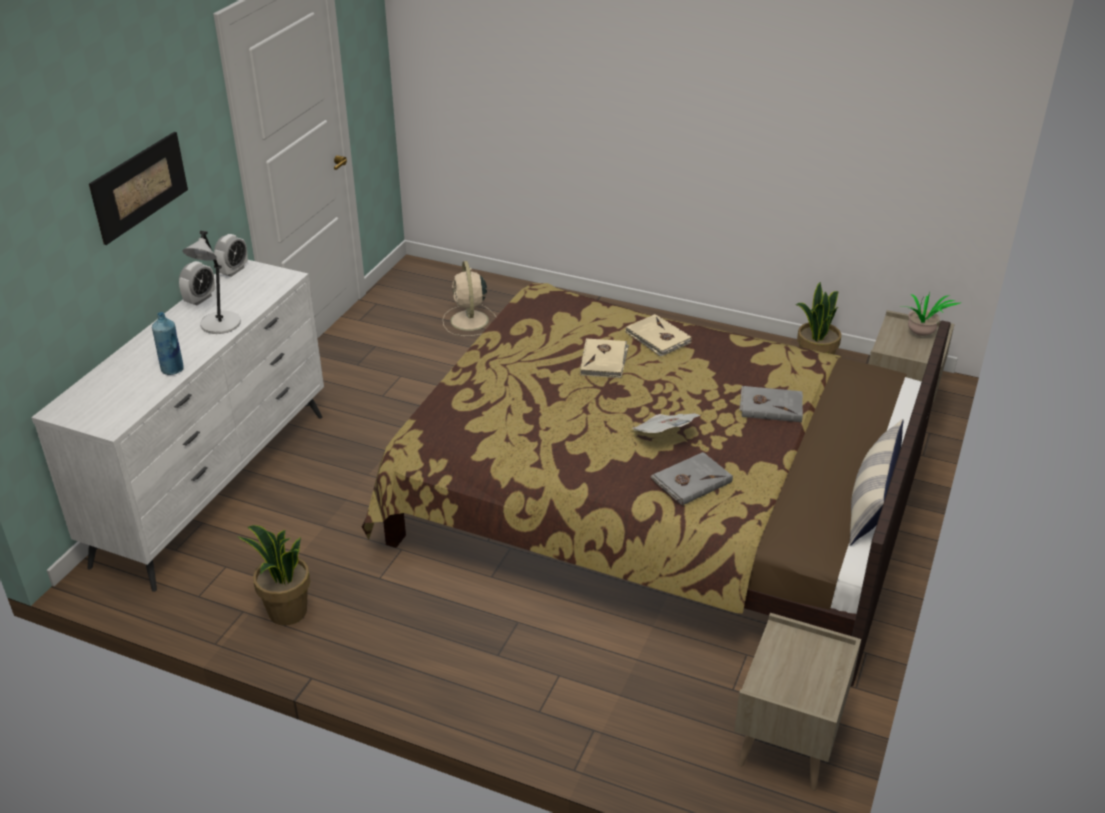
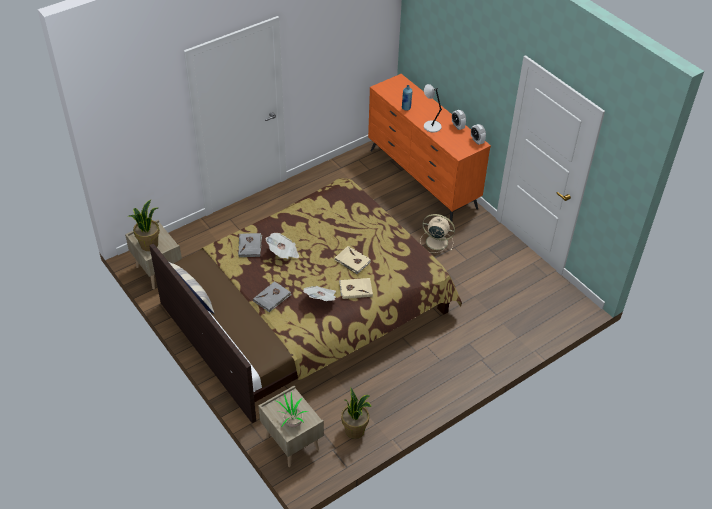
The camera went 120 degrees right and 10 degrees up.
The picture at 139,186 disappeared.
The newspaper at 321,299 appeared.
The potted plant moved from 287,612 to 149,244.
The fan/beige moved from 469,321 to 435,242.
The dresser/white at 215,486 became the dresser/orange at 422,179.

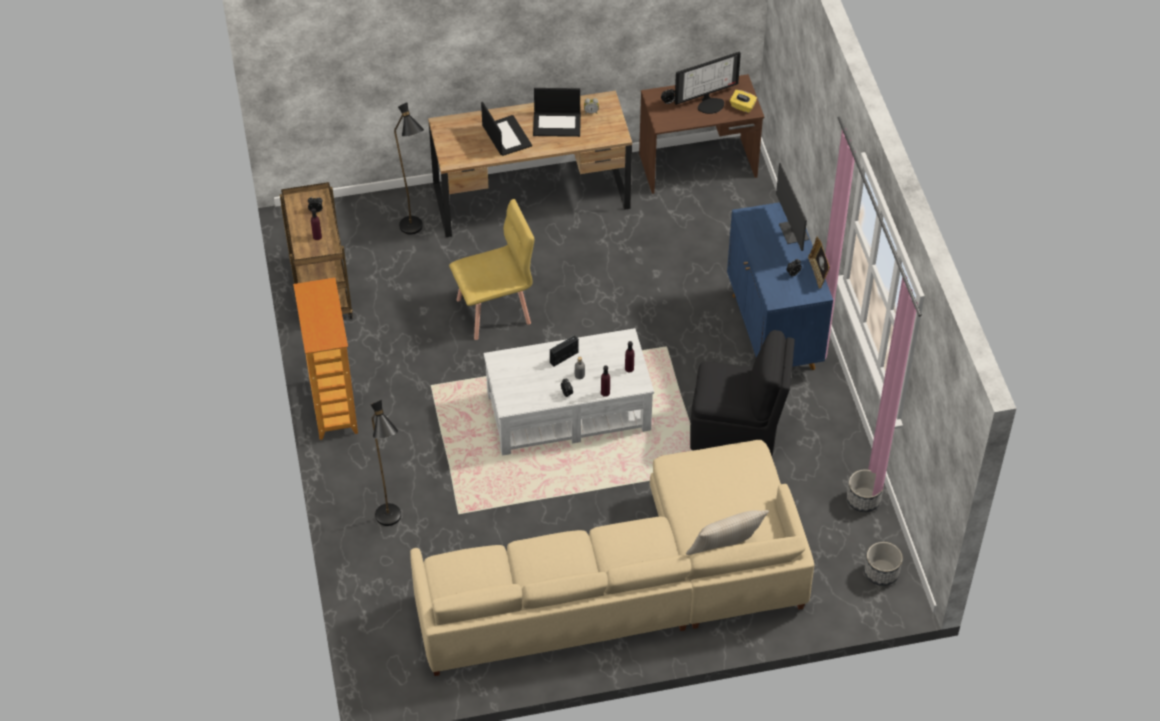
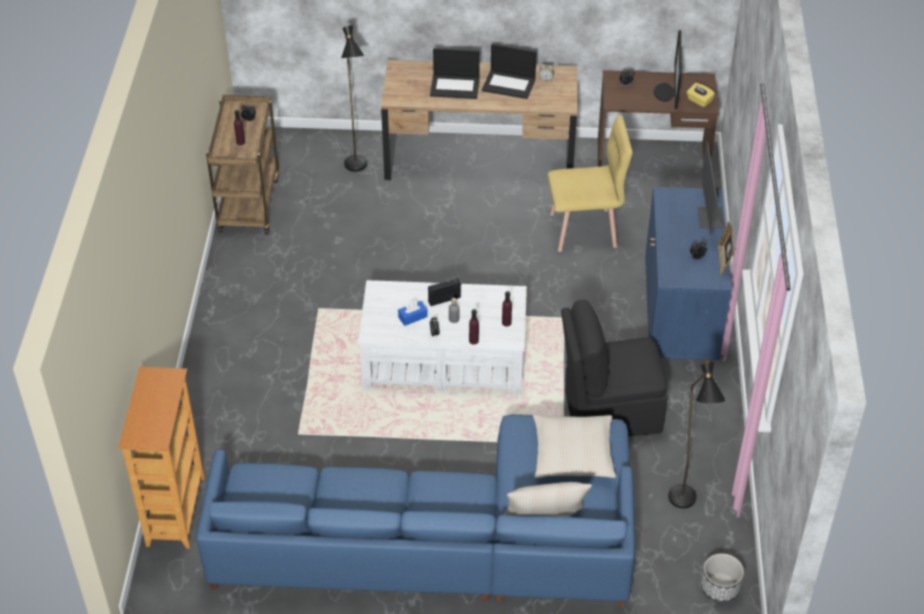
The camera went 15 degrees right and 5 degrees down.
The planter at 863,500 disappeared.
The tissue box/blue at 412,317 appeared.
The pillow/beige at 573,453 appeared.
The bookcase moved from 332,406 to 174,511.
The floor lamp/black moved from 391,523 to 685,505.
The chair/yellow moved from 494,311 to 584,230.
The sofa/beige at 629,584 became the sofa/blue at 446,541.
The laptop at 506,136 turned 105 degrees clockwise.
The monitor at 710,103 turned 105 degrees clockwise.
The chair/black at 736,430 turned 150 degrees clockwise.

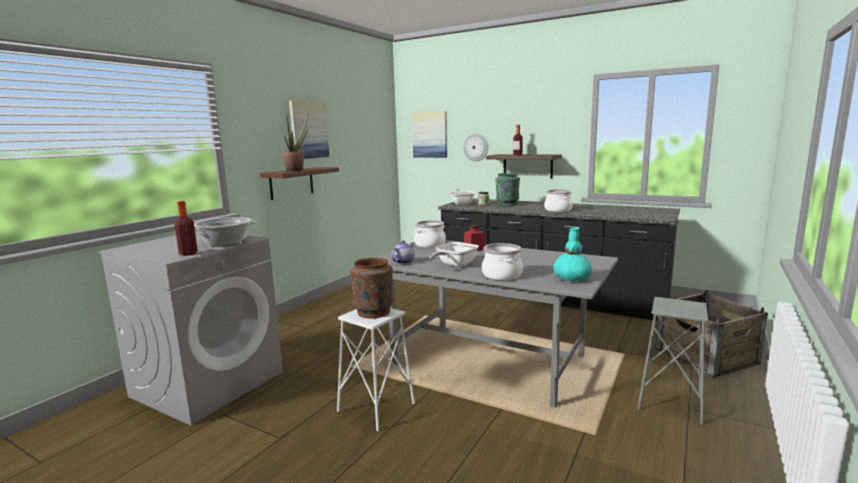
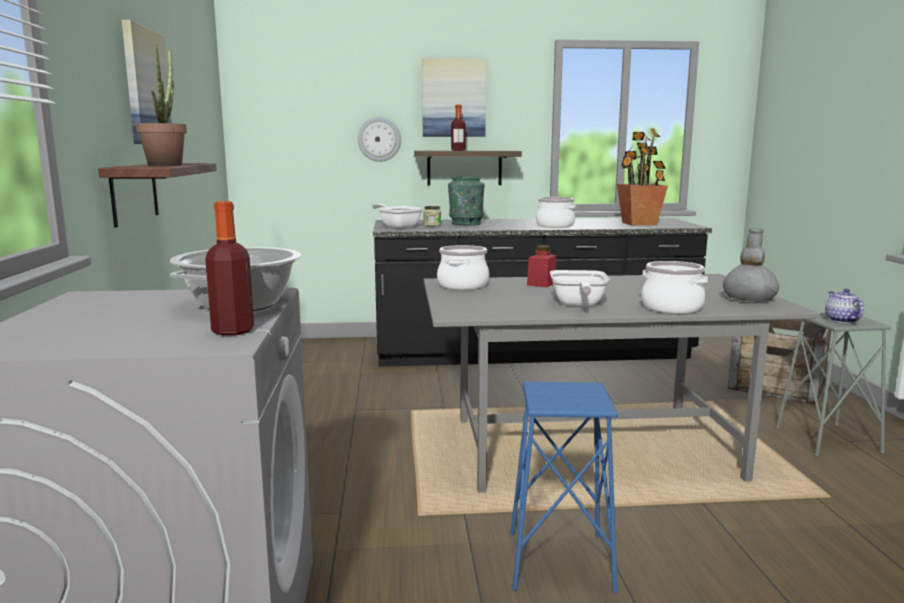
The camera went 35 degrees left and 0 degrees up.
The vase/brown at 373,311 disappeared.
The potted plant at 638,224 appeared.
The teapot moved from 403,262 to 841,320.
The picture moved from 430,135 to 453,98.
The stool/white at 376,408 became the stool/blue at 559,561.
The vase/turquoise at 571,278 became the vase/grey at 748,299.

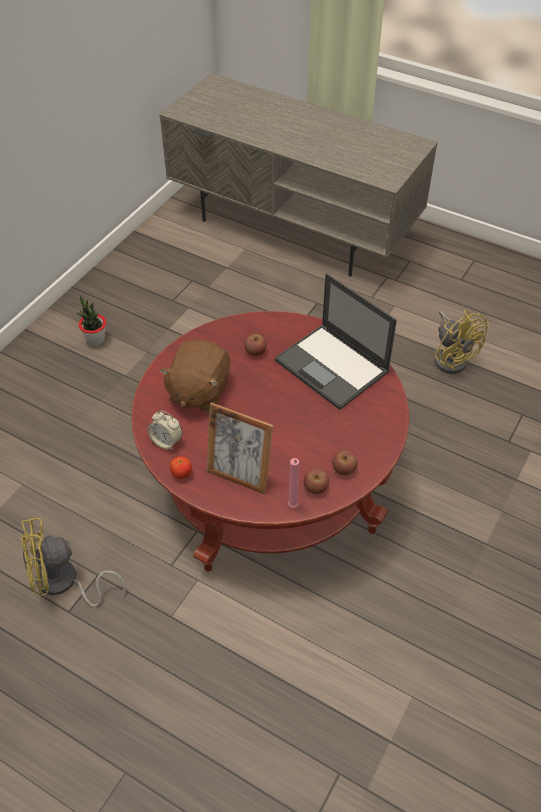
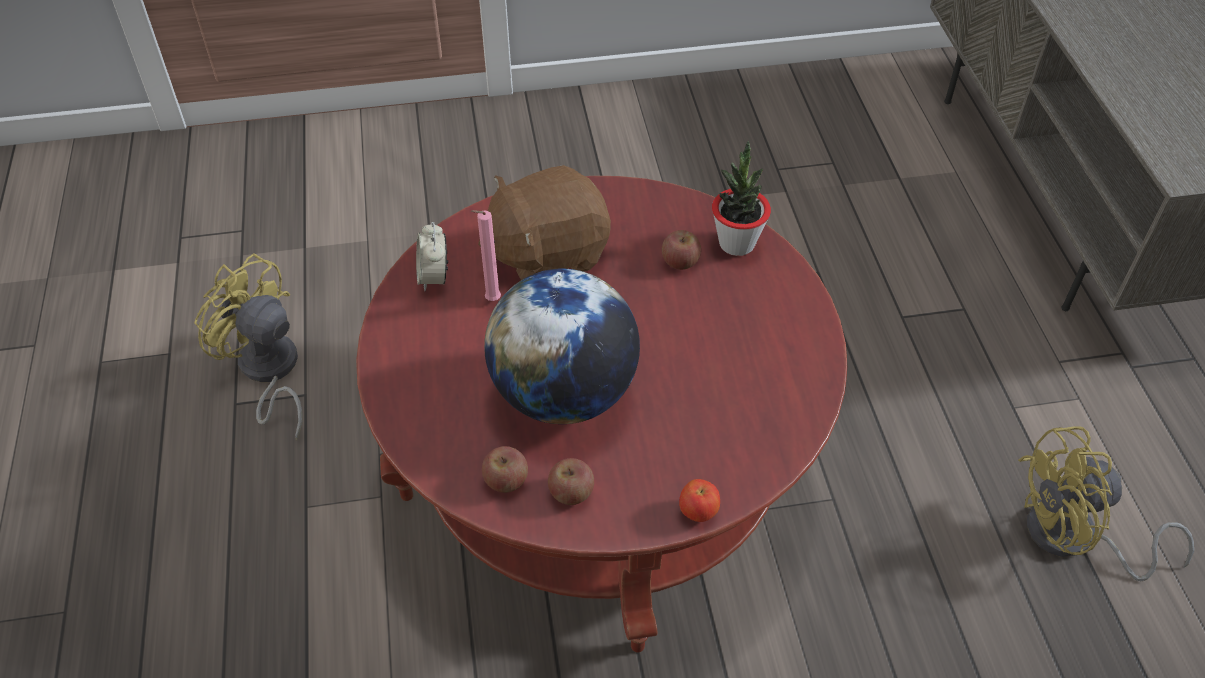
The camera went 50 degrees right and 0 degrees up.
The picture frame at 239,475 disappeared.
The laptop at 333,367 disappeared.
The globe at 564,394 appeared.
The potted plant moved from 95,339 to 736,243.
The apple moved from 181,474 to 698,512.
The candle/pink moved from 292,507 to 490,301.
The fan/yellow at 451,357 turned 60 degrees clockwise.

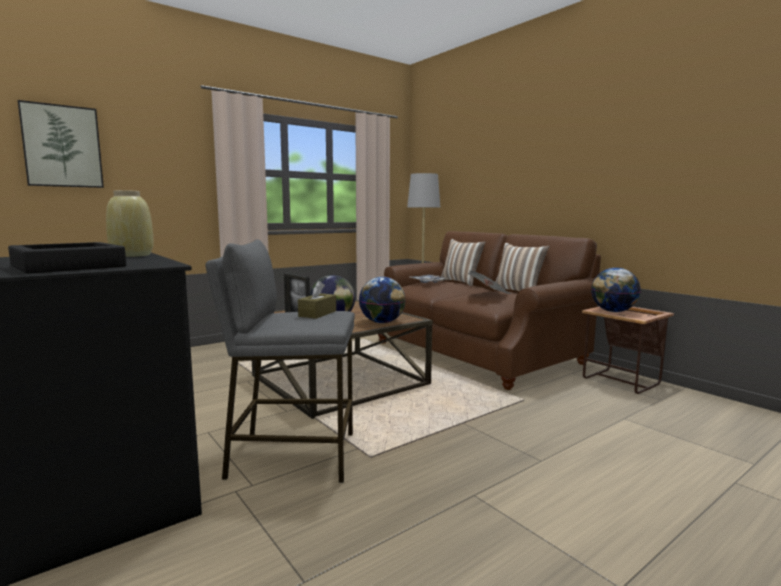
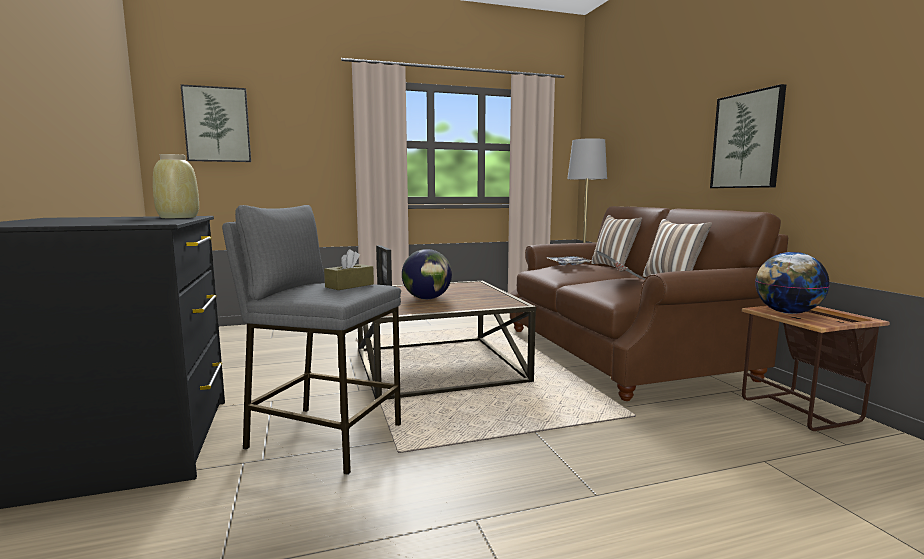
The camera went 20 degrees right and 0 degrees up.
The tray/black at 68,266 disappeared.
The globe at 382,322 disappeared.
The picture at 747,140 appeared.

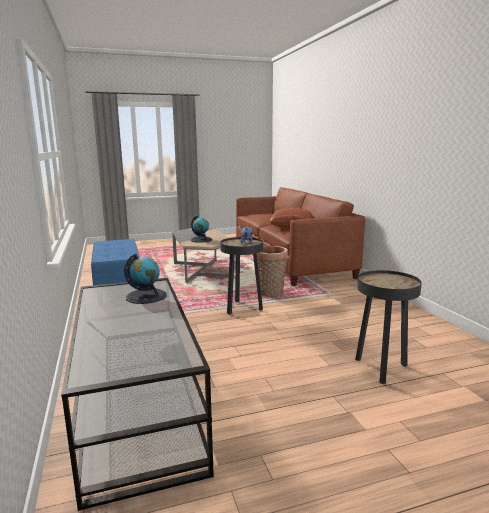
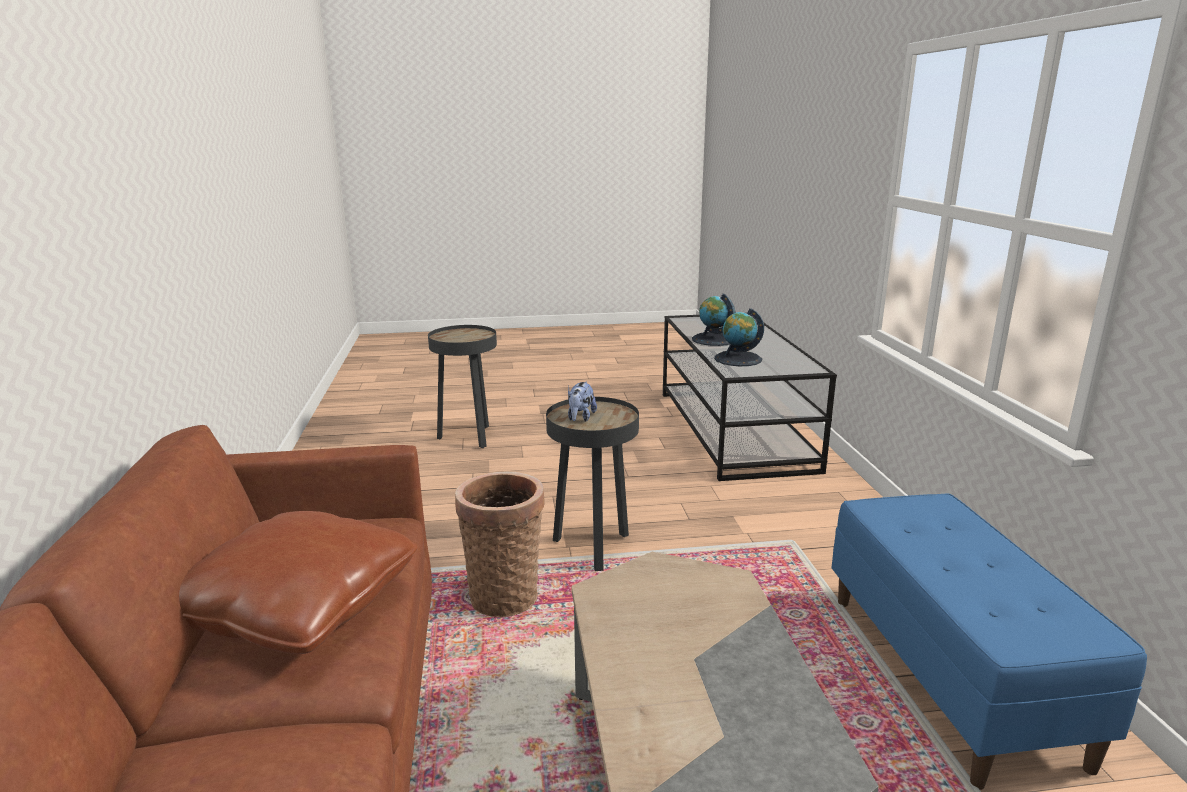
The camera went 170 degrees left and 5 degrees up.
The globe moved from 201,240 to 713,339.

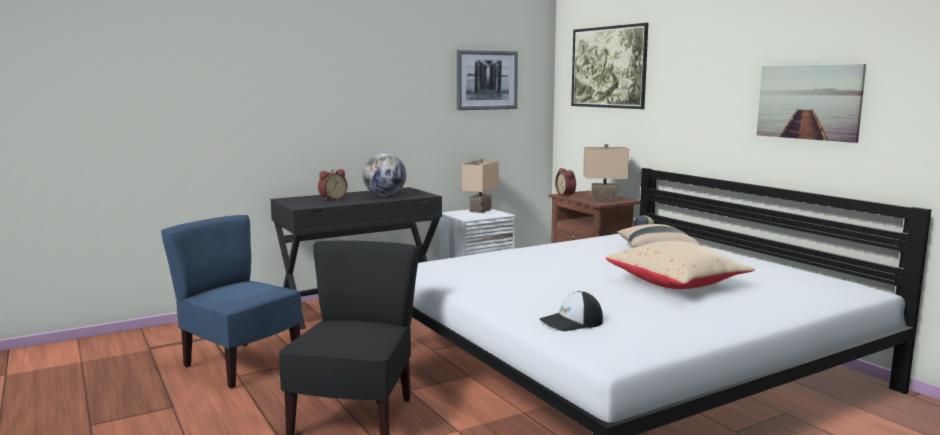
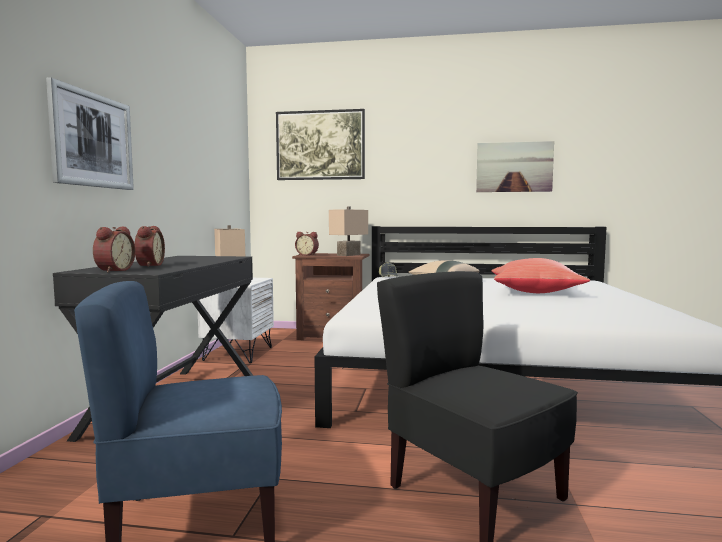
The camera went 50 degrees left and 5 degrees down.
The globe at 385,196 disappeared.
The cap at 571,322 disappeared.
The alarm clock at 113,270 appeared.
The picture moved from 487,80 to 92,140.
The pillow/beige at 677,285 became the pillow/red at 534,292.

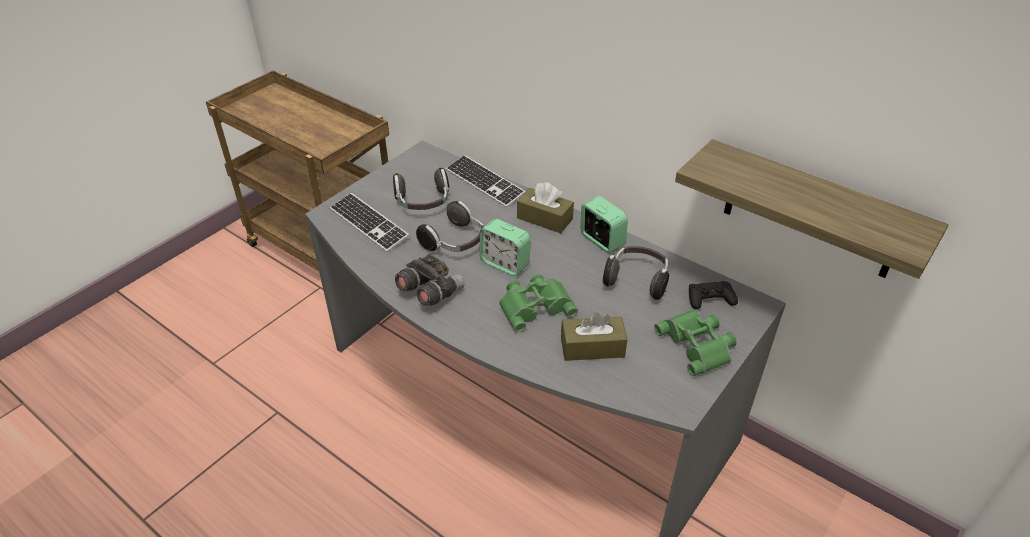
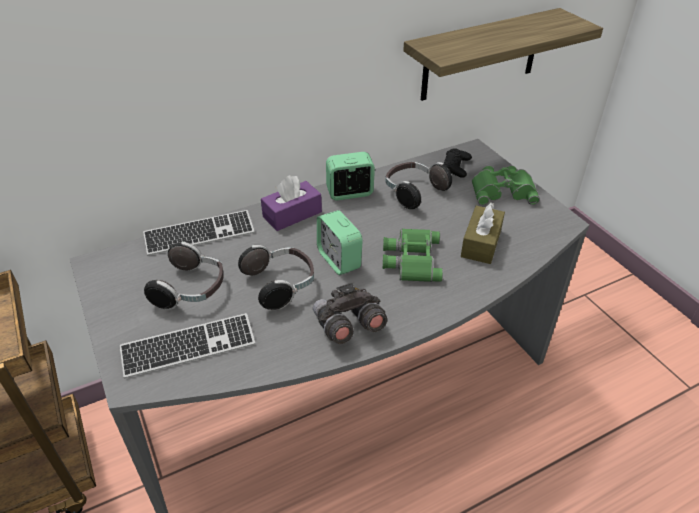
The camera went 65 degrees left and 0 degrees up.
The tissue box/brown at 544,218 became the tissue box/purple at 292,214.
The alarm clock at 505,263 turned 90 degrees clockwise.

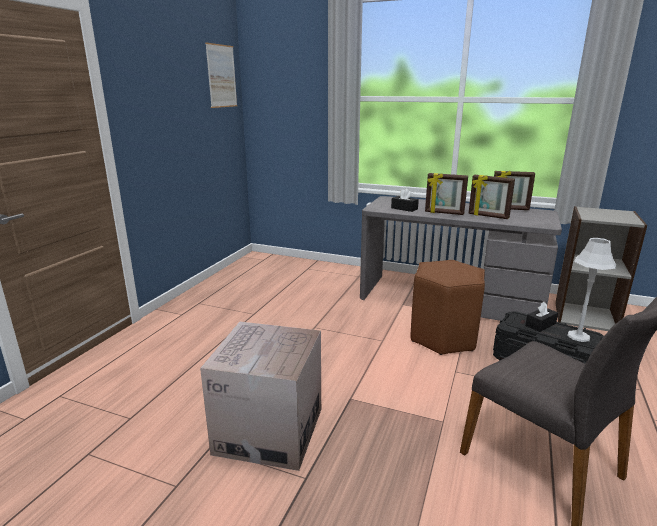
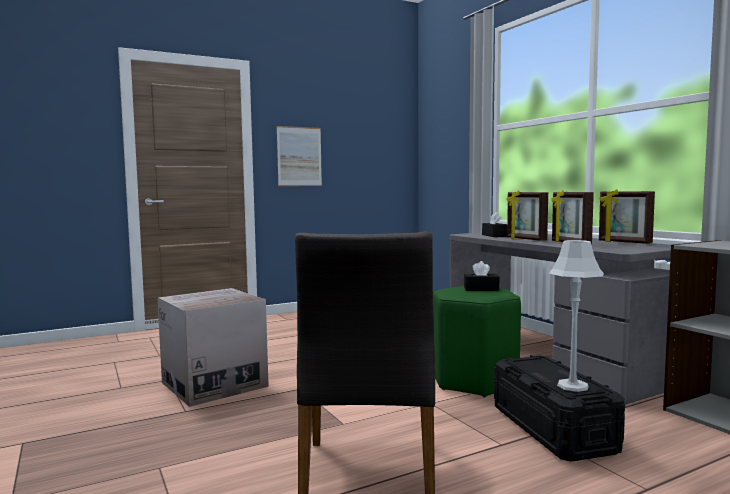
The camera went 40 degrees right and 15 degrees down.
The picture moved from 221,76 to 299,156.
The tissue box/black moved from 540,324 to 481,289.
The stool/brown at 442,337 became the stool/green at 473,381.

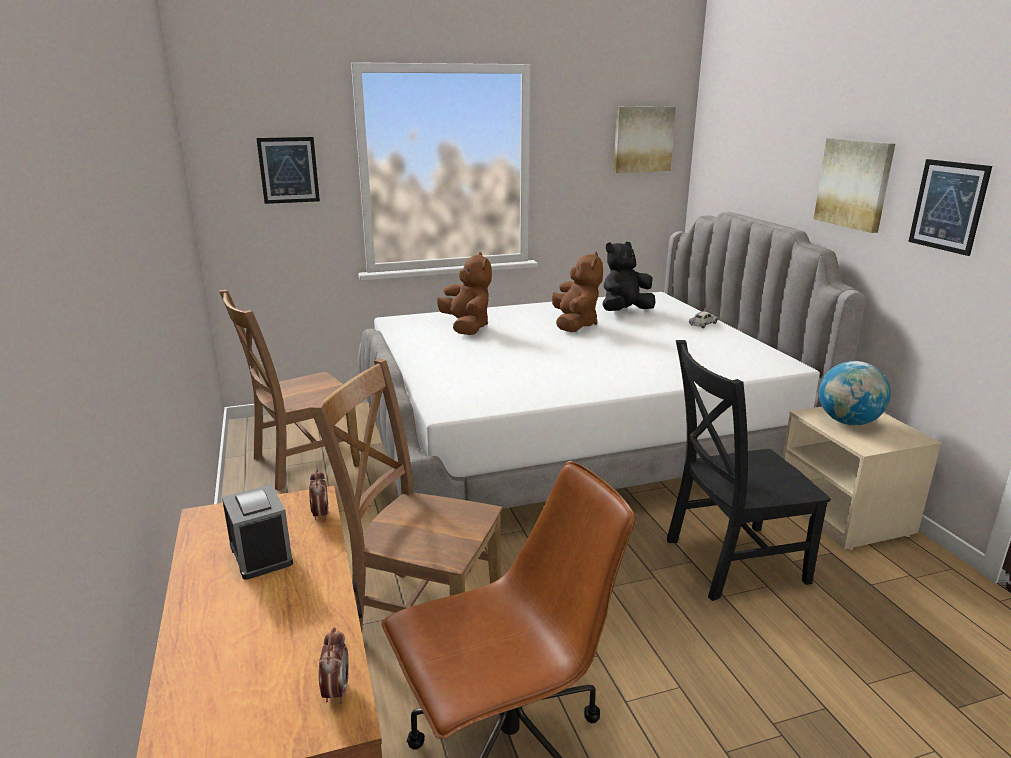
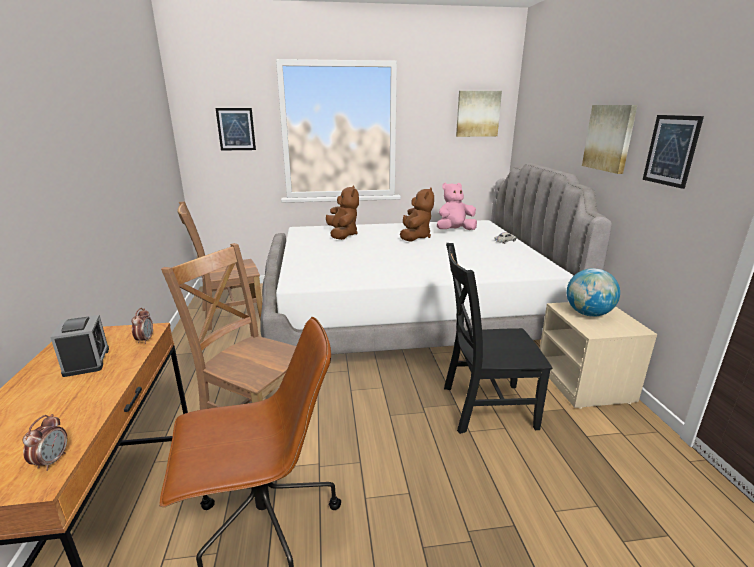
The camera went 10 degrees right and 0 degrees up.
The plush toy/black at 624,311 became the plush toy/pink at 454,231.

